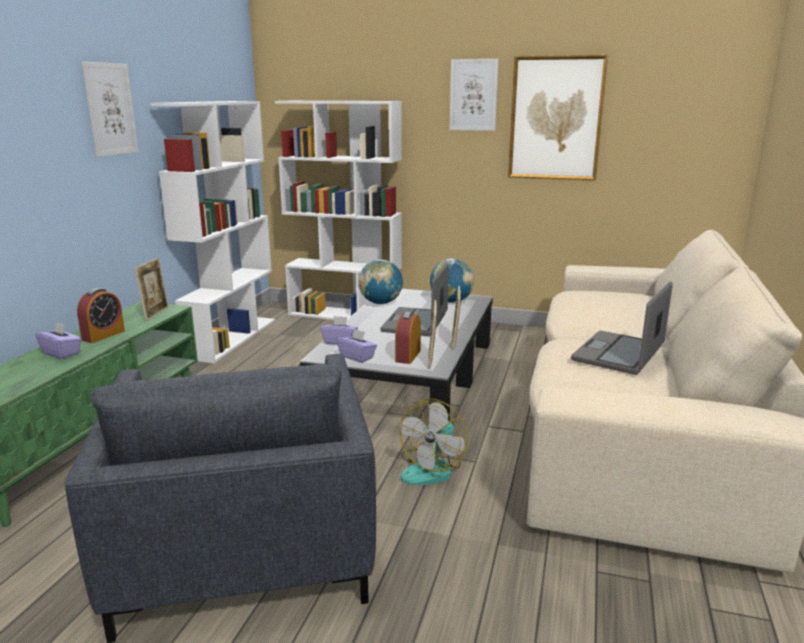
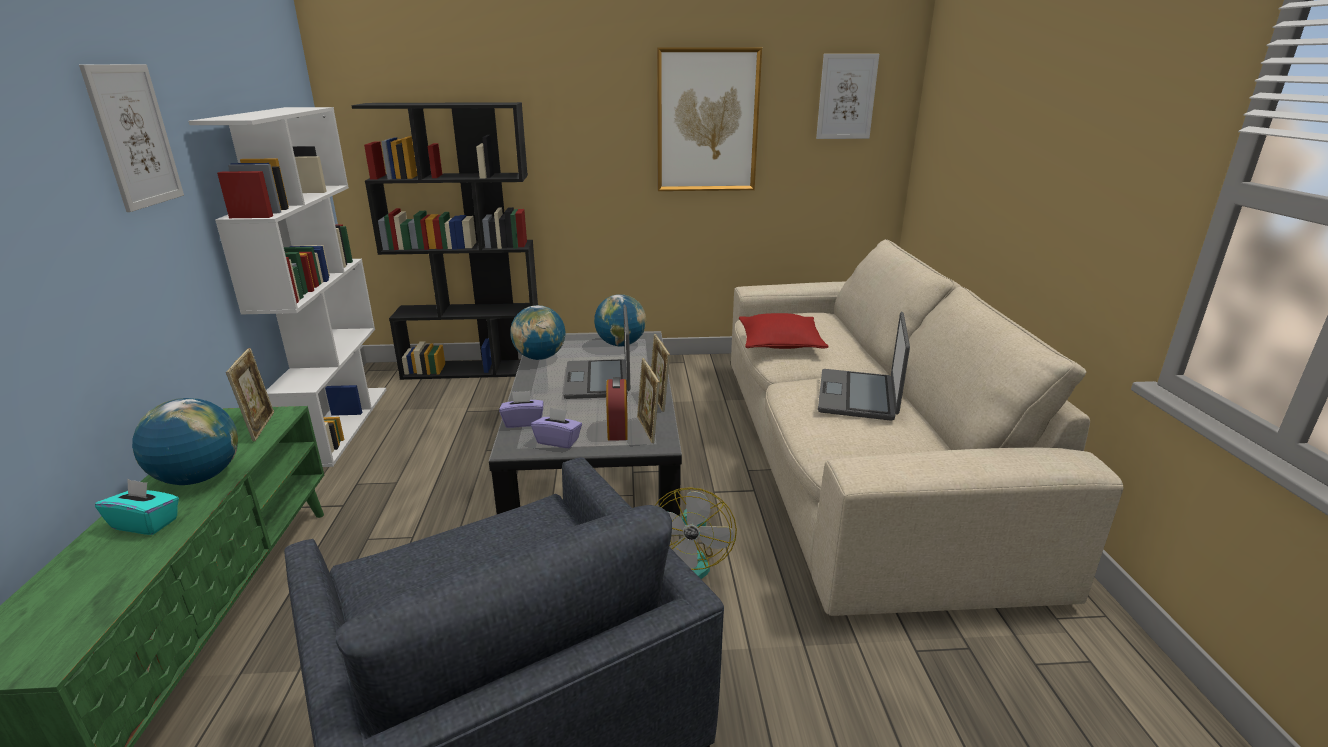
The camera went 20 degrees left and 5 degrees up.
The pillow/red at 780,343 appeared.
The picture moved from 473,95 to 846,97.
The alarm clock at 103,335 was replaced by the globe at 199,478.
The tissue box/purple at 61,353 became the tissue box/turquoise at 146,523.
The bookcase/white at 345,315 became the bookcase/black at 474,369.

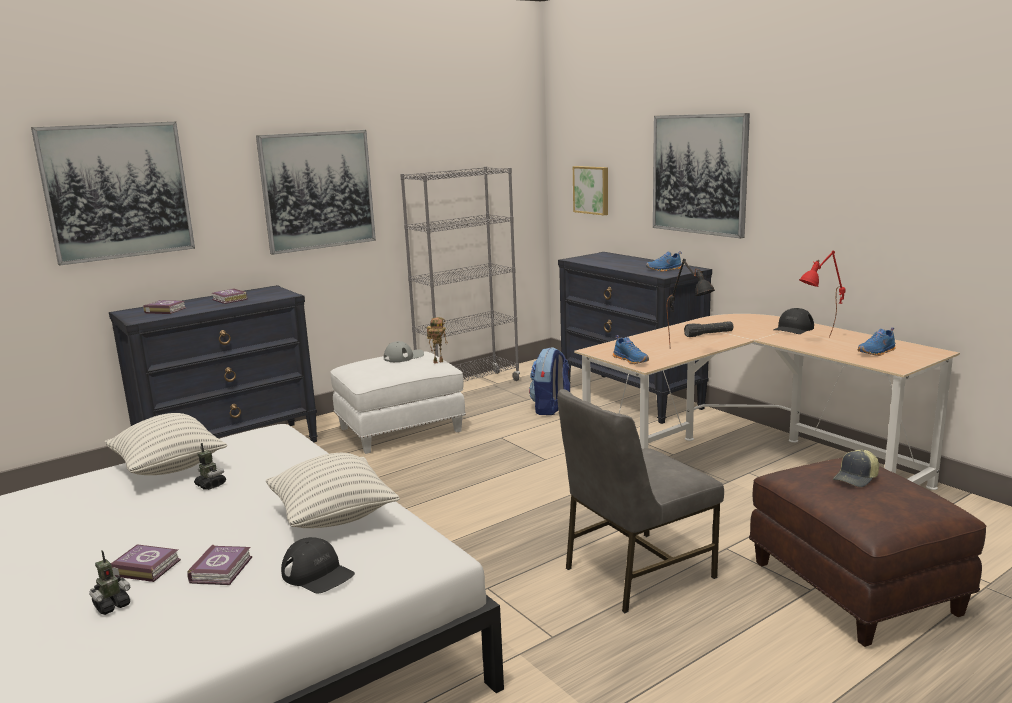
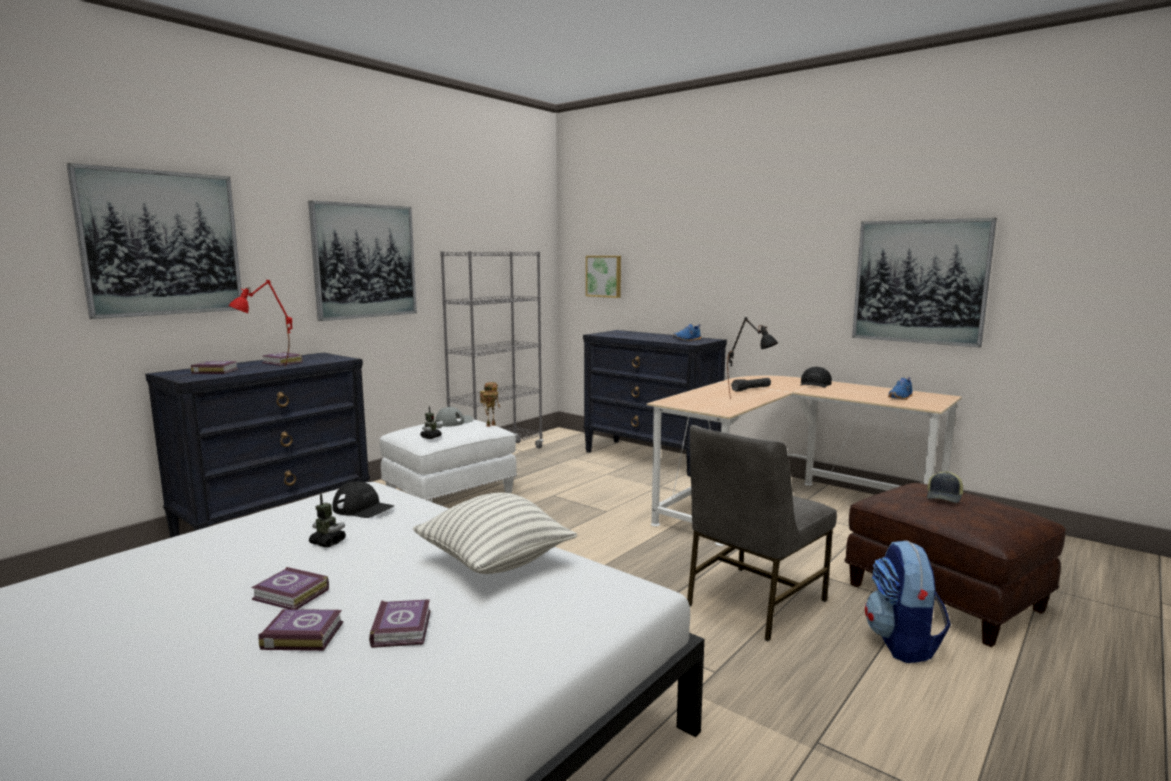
The camera went 15 degrees left and 5 degrees down.
The pillow at 169,468 disappeared.
The shoe/blue at 631,360 disappeared.
The book at 291,595 appeared.
The toy robot moved from 112,606 to 431,437.
The cap/black moved from 318,574 to 363,508.
The backpack moved from 551,408 to 902,643.
The picture moved from 699,174 to 920,282.
The table lamp/red moved from 820,342 to 266,370.

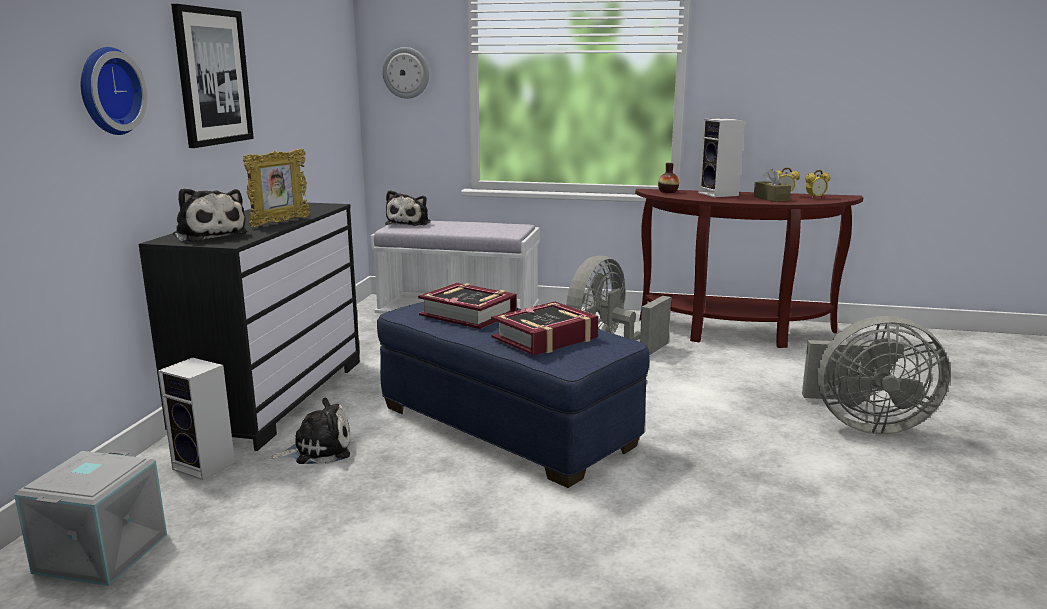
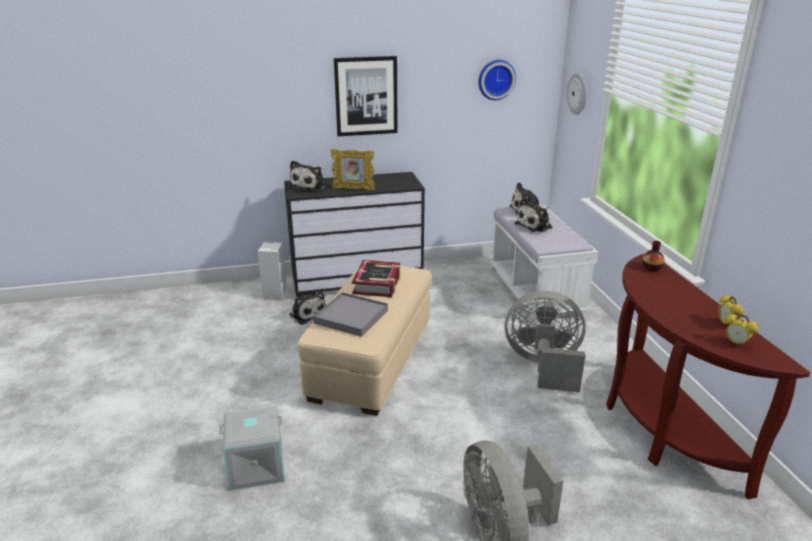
The camera went 65 degrees right and 10 degrees up.
The speaker at 719,194 disappeared.
The tissue box/brown at 771,198 disappeared.
The plush toy at 535,225 appeared.
The storage box/grey moved from 103,554 to 256,468.
The wall clock moved from 107,91 to 495,79.
The book at 545,338 was replaced by the tray/grey at 351,317.
The ottoman/blue at 505,426 became the ottoman/beige at 371,360.

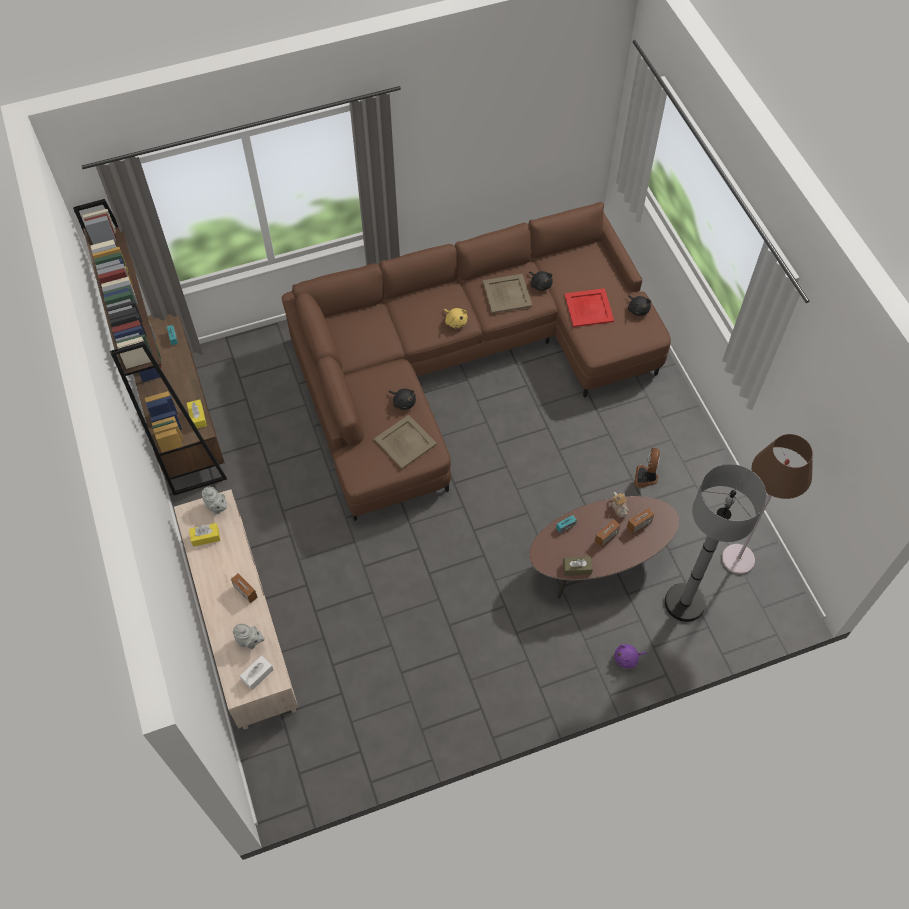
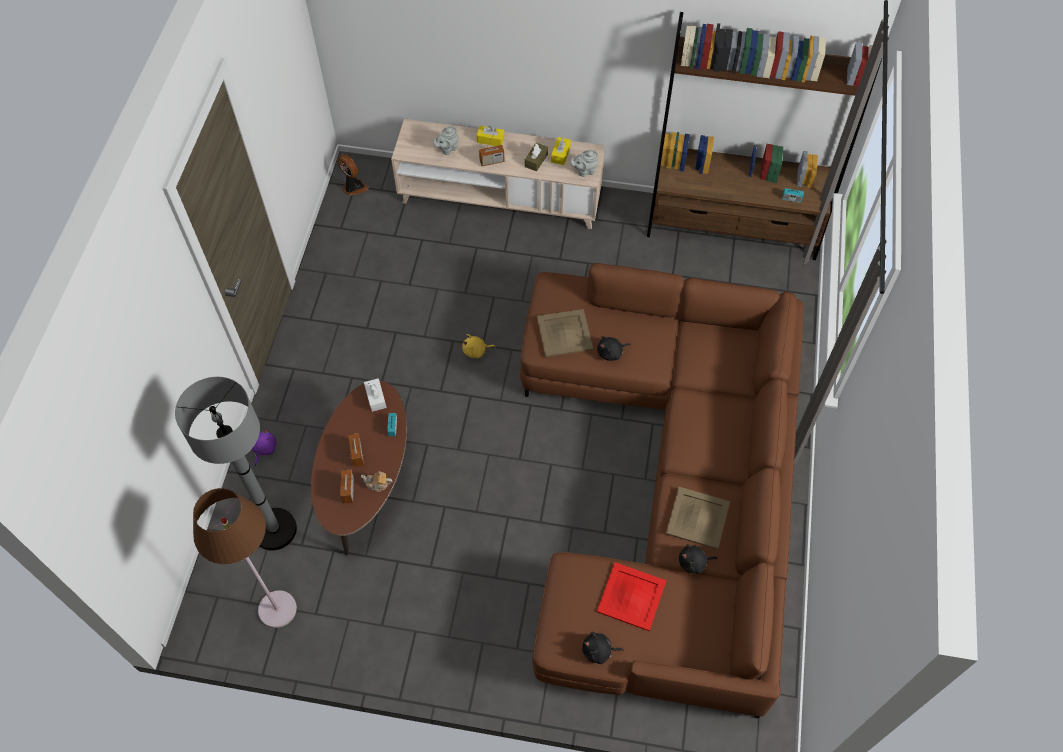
The camera went 120 degrees right and 0 degrees up.
The tissue box/yellow moved from 197,417 to 490,140.
The tissue box/white moved from 257,675 to 375,398.
The plush toy/yellow moved from 455,321 to 476,351.
The tissue box/brown moved from 577,568 to 536,160.
The fan moved from 646,477 to 353,187.

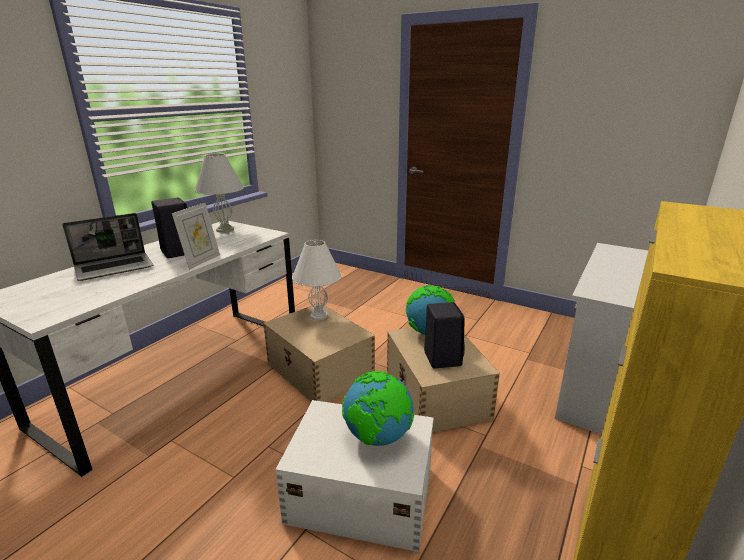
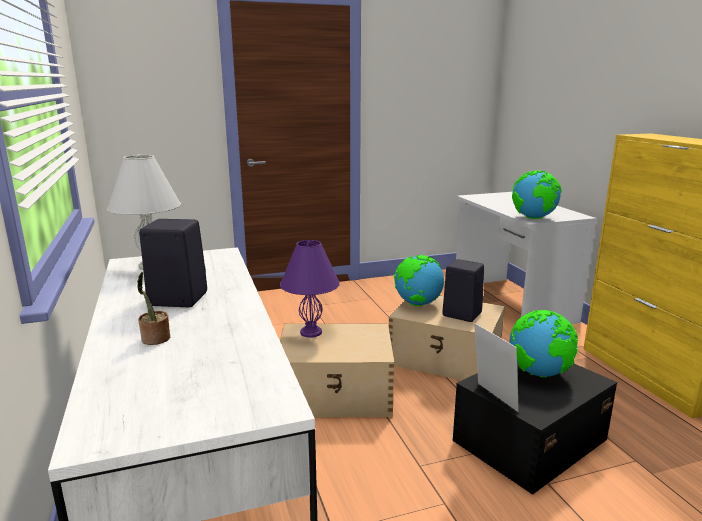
The camera went 50 degrees left and 5 degrees down.
The globe at 534,218 appeared.
The picture frame moved from 201,261 to 492,398.
The laptop at 115,267 was replaced by the potted plant at 155,339.
The storage box/white at 359,493 became the storage box/black at 528,440.
The table lamp/white at 318,316 became the table lamp/purple at 311,332.

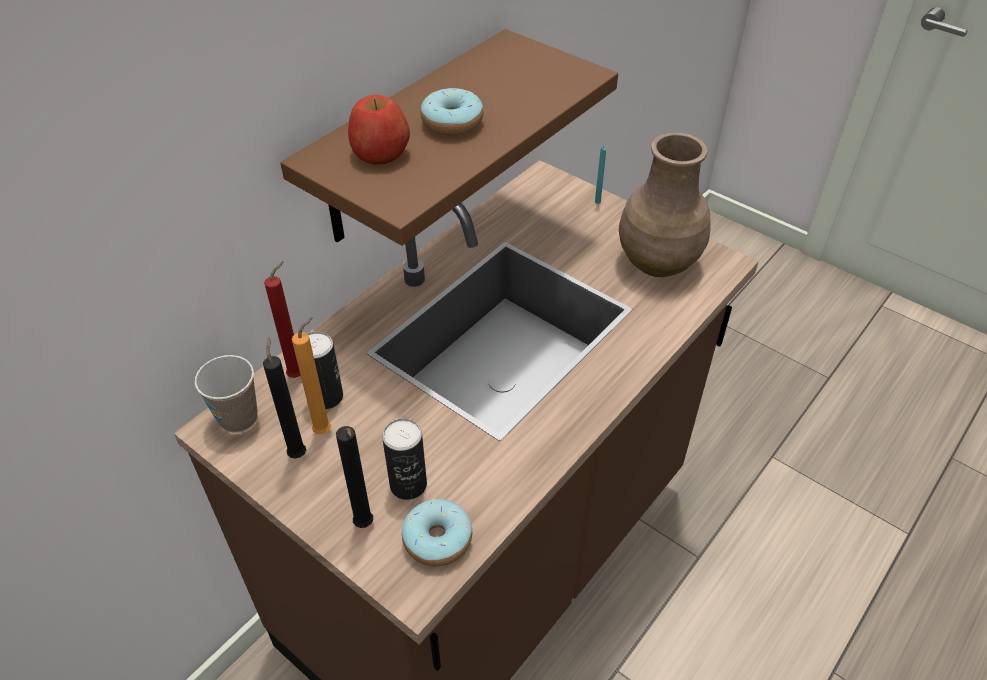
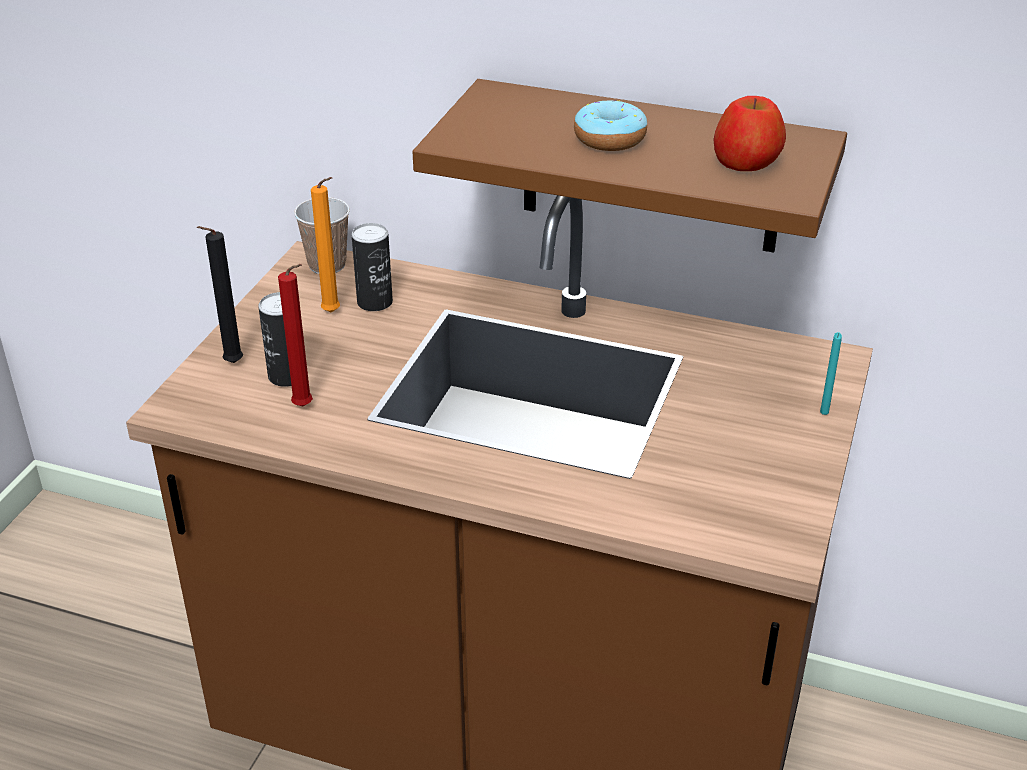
The camera went 70 degrees right and 10 degrees down.
The candle/black at 298,452 disappeared.
The donut at 437,539 disappeared.
The vase/brown at 659,263 disappeared.
The candle/red moved from 299,374 to 305,407.
The apple moved from 380,152 to 746,162.

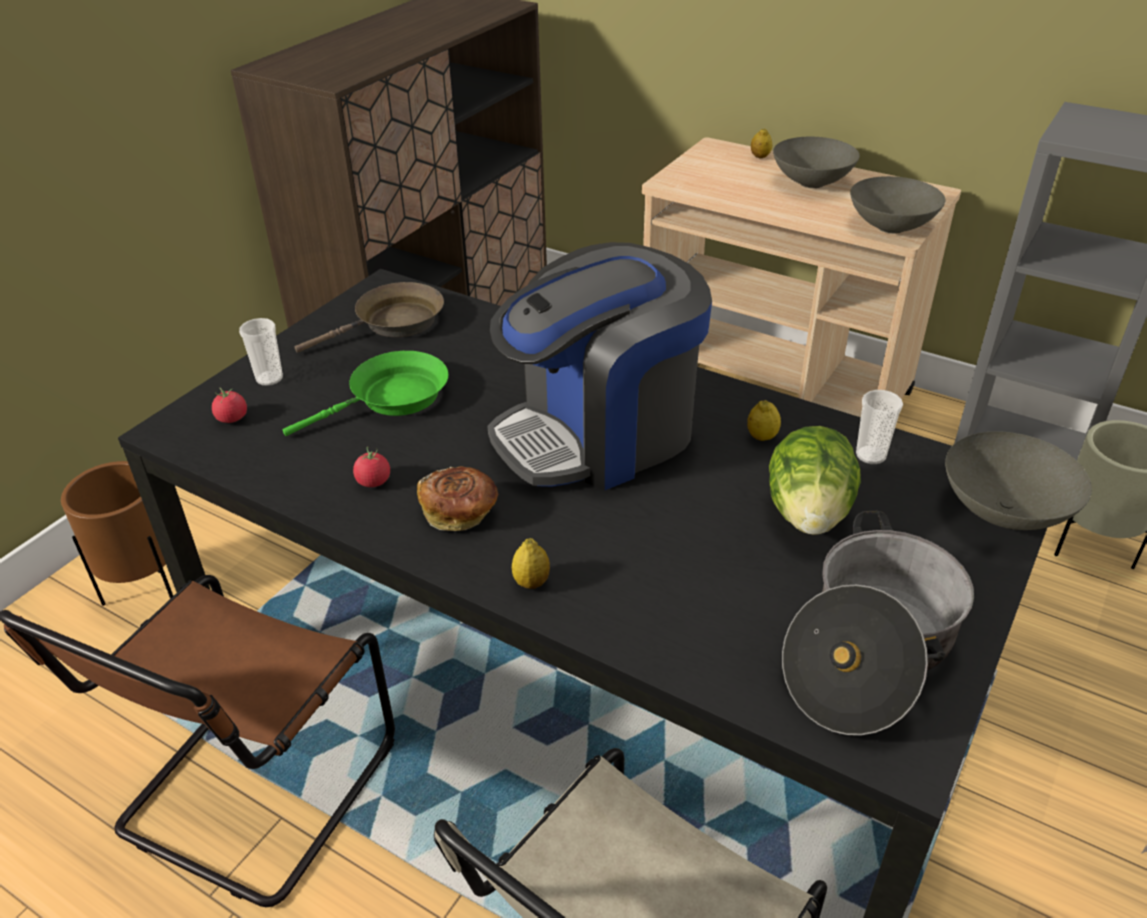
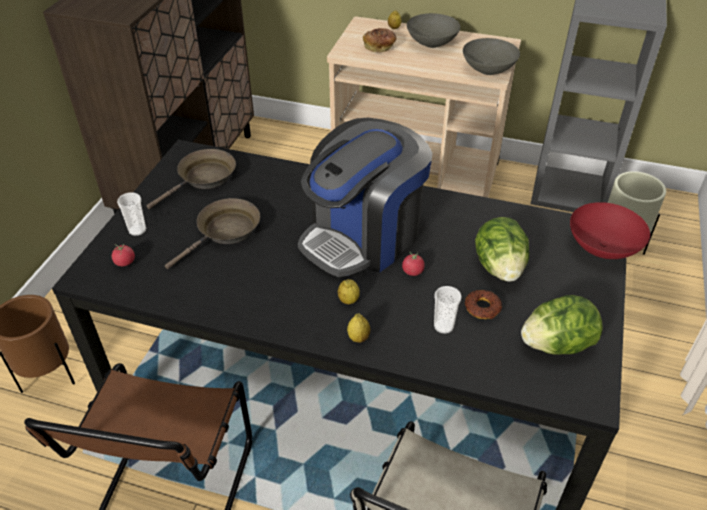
The camera went 15 degrees left and 5 degrees up.
The donut at 482,308 appeared.
The tomato moved from 373,481 to 412,271.
The bread moved from 460,513 to 379,47.
The lemon moved from 762,437 to 348,300.
The cup moved from 870,455 to 443,326.
The cooking pot at 869,652 was replaced by the lettuce at 557,344.
The frying pan/green at 392,398 became the frying pan/brown at 225,232.
The bowl/grey at 1002,511 became the bowl/red at 601,248.

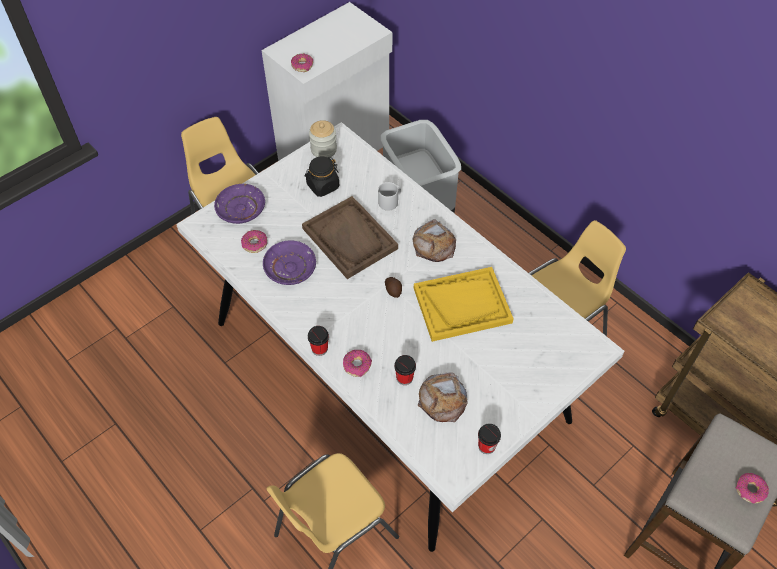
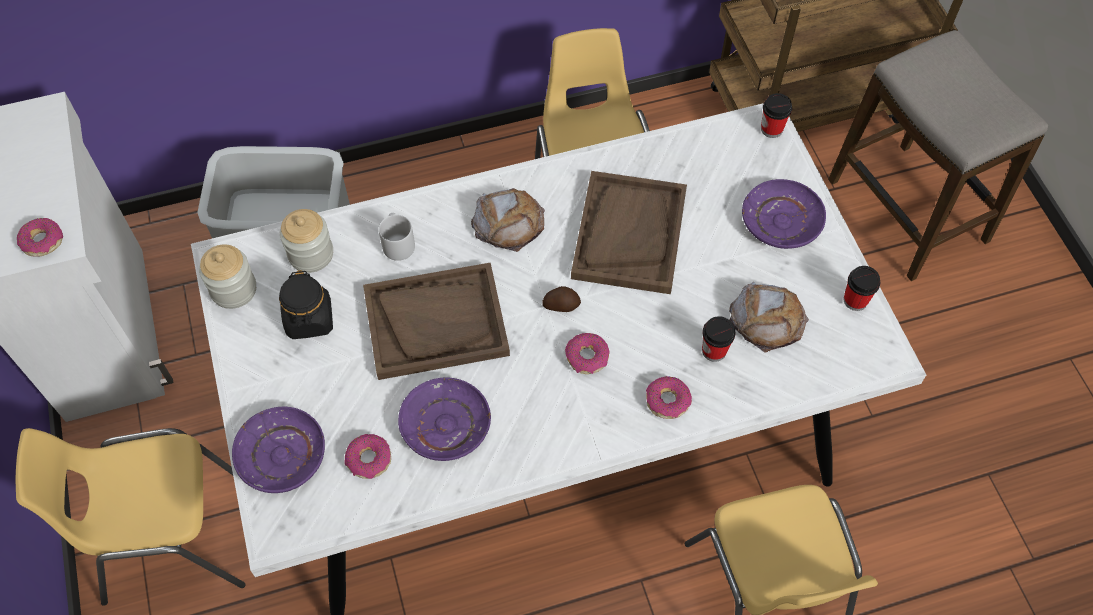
The camera went 65 degrees left and 5 degrees up.
The jar at 311,254 appeared.
The plate/purple at 781,221 appeared.
The cup moved from 319,349 to 771,129.
The donut moved from 749,490 to 587,357.
The tray/yellow at 462,305 became the tray/brown at 629,234.

